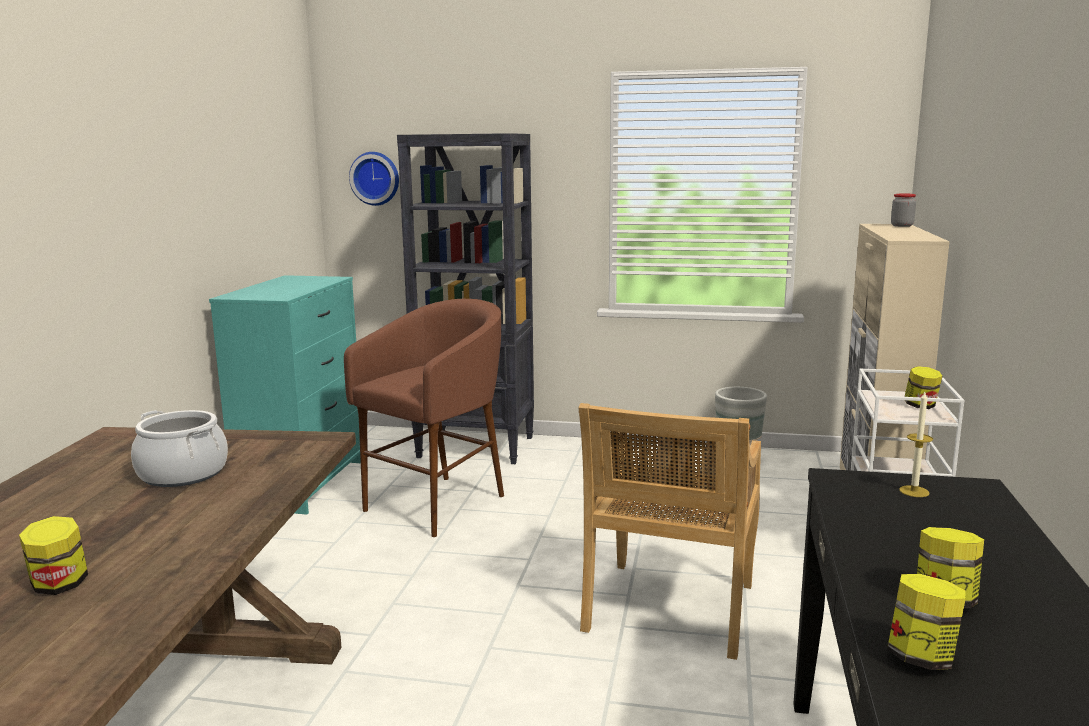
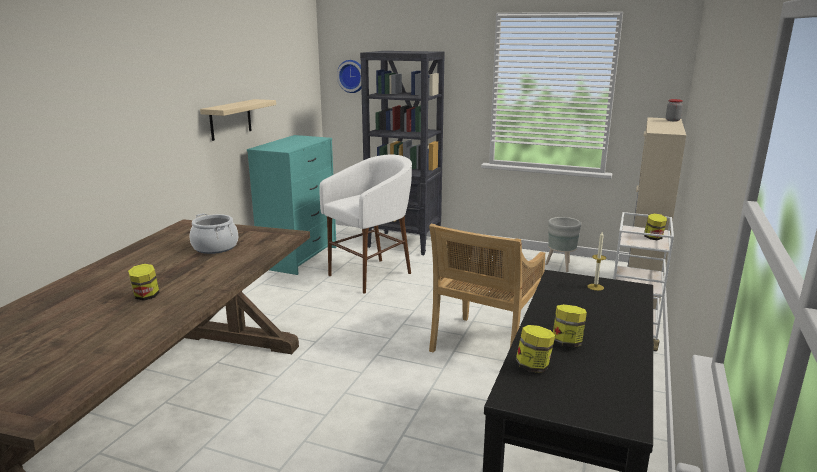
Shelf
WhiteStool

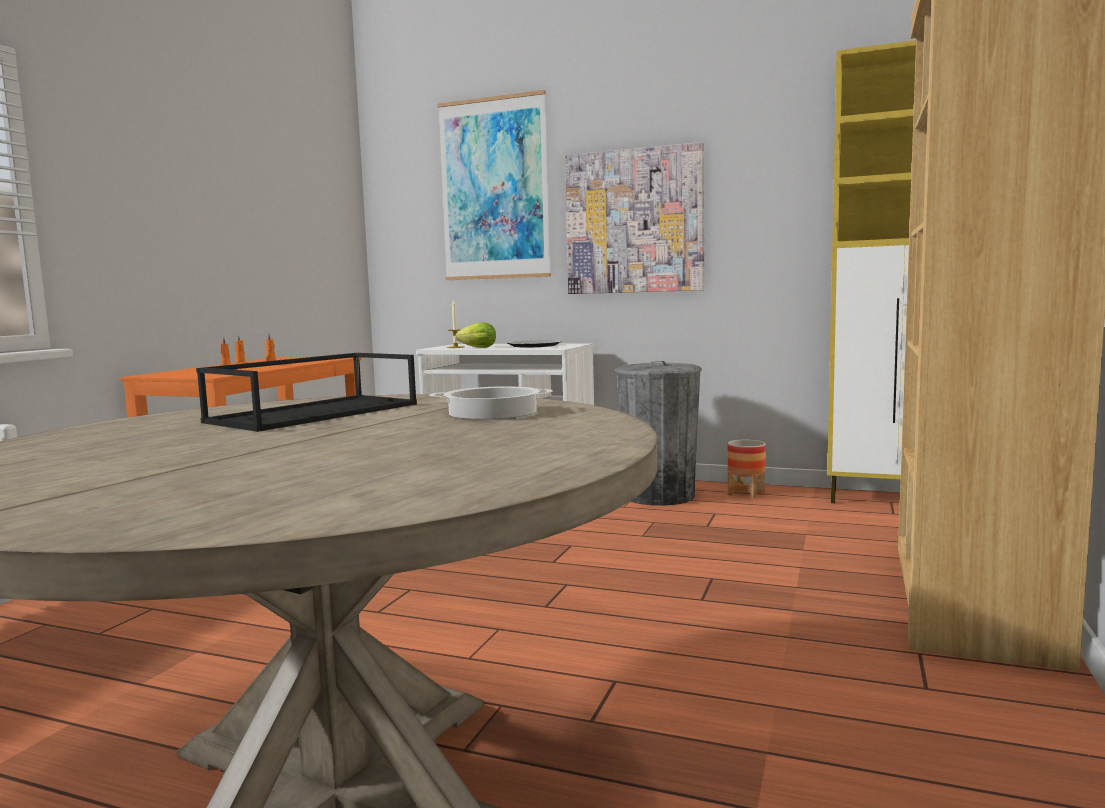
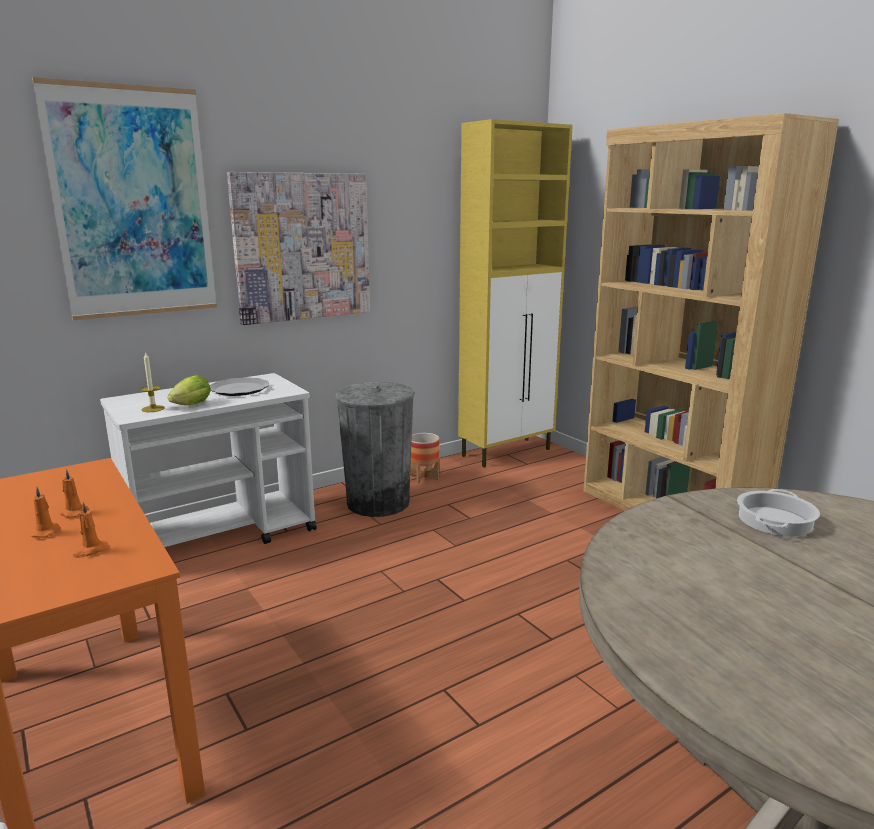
BlackTray

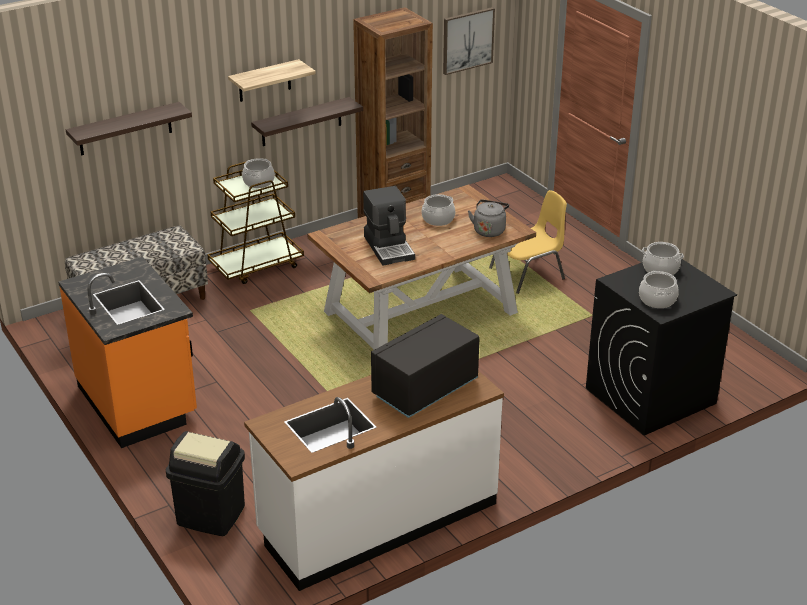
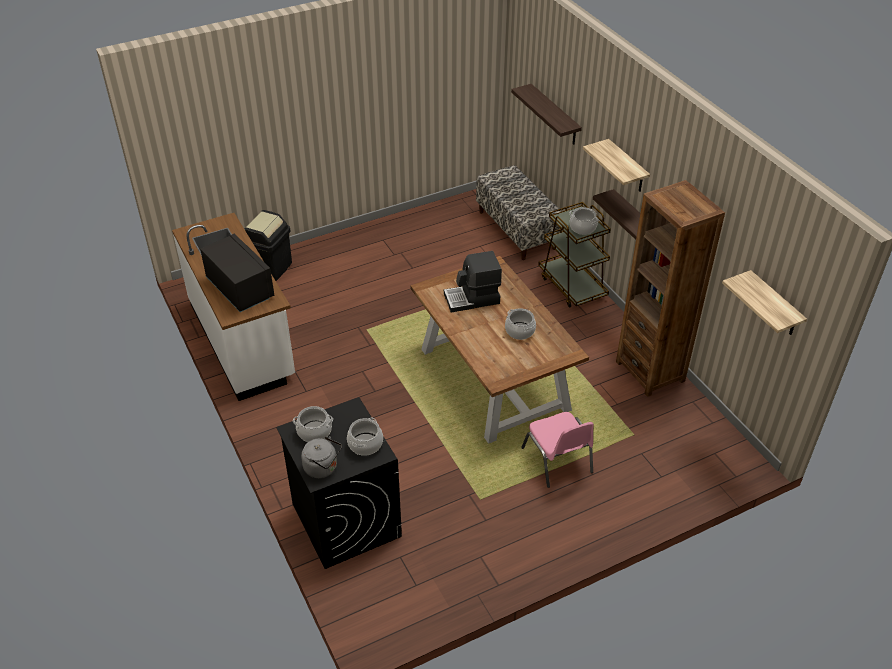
OrangeCounter
GreyKettle
Shelf (no. 4 from left)
PinkChair

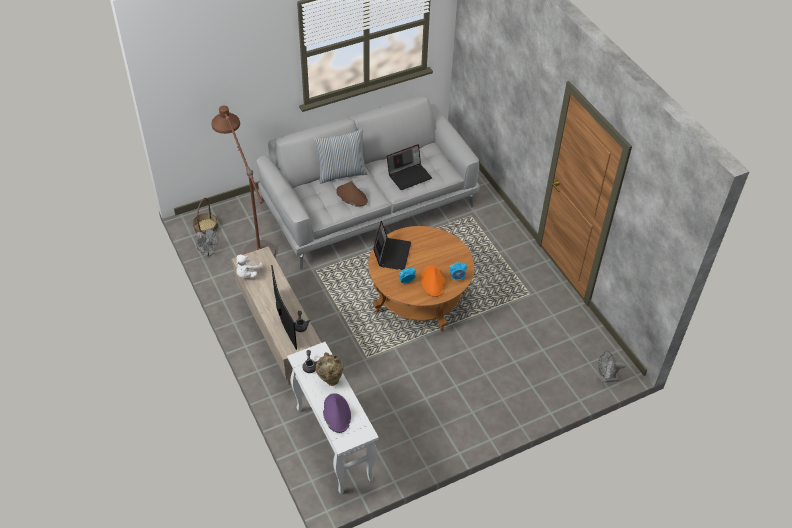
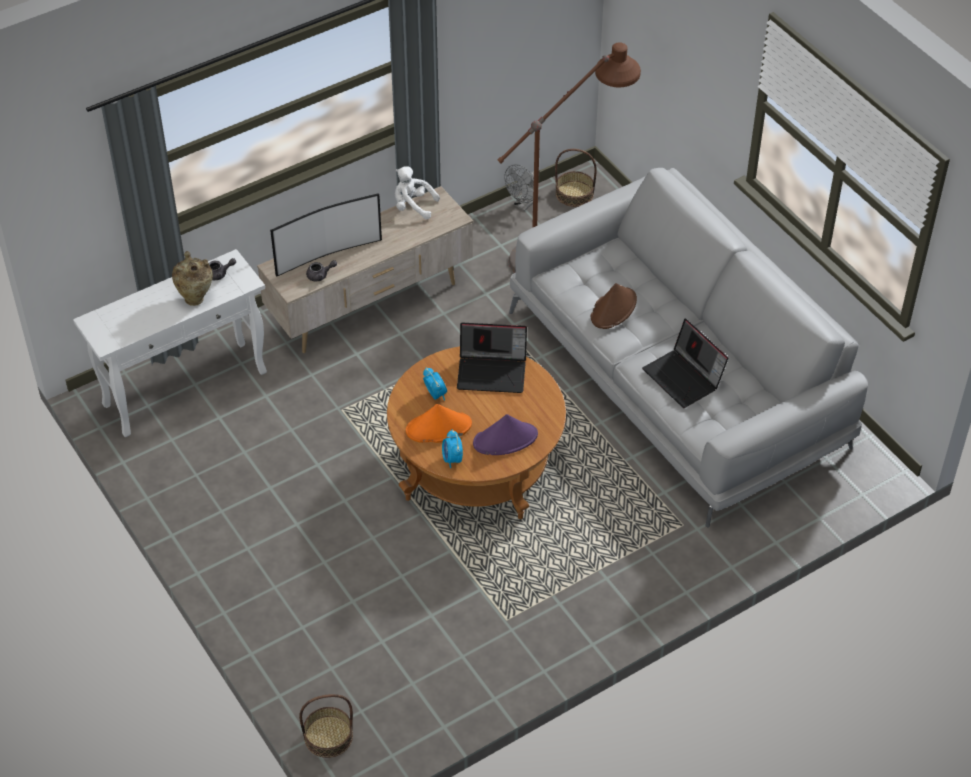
Pillow
PurpleHat
Basket (no. 1 from left)

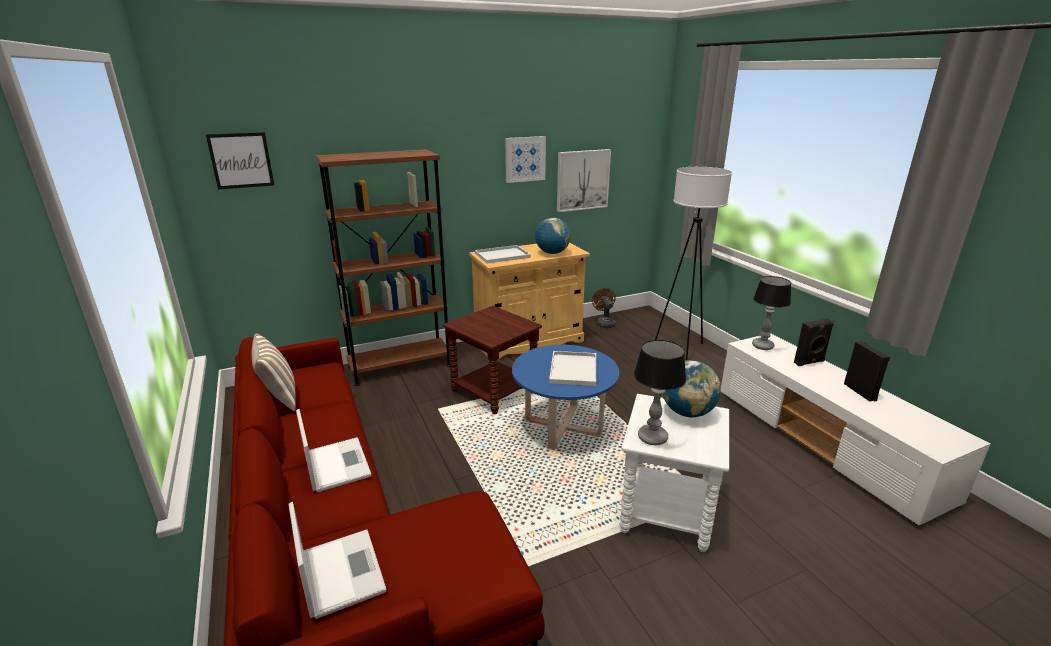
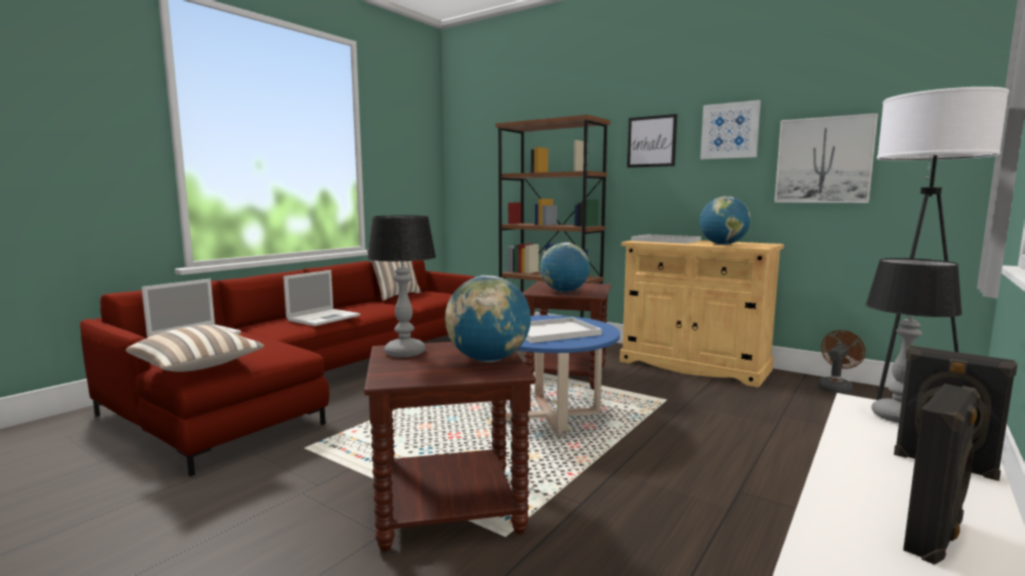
Pillow (no. 1 from left)
Globe (no. 2 from left)
Picture (no. 1 from left)
BrownSideTable (no. 1 from left)

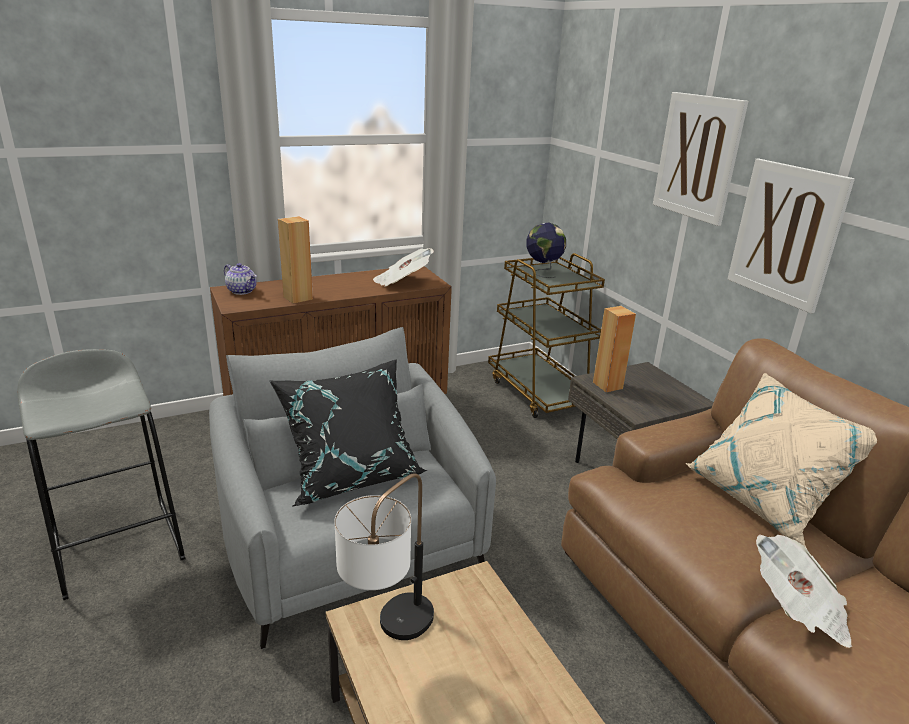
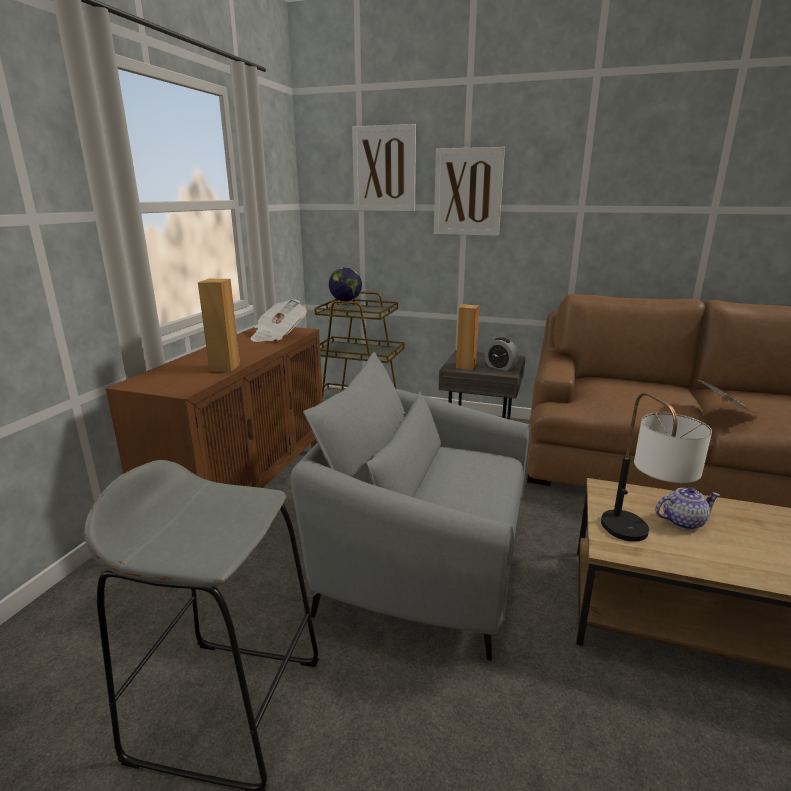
BlackPillow
BeigePillow
AlarmClock
Teapot
Picture (no. 1 from left)

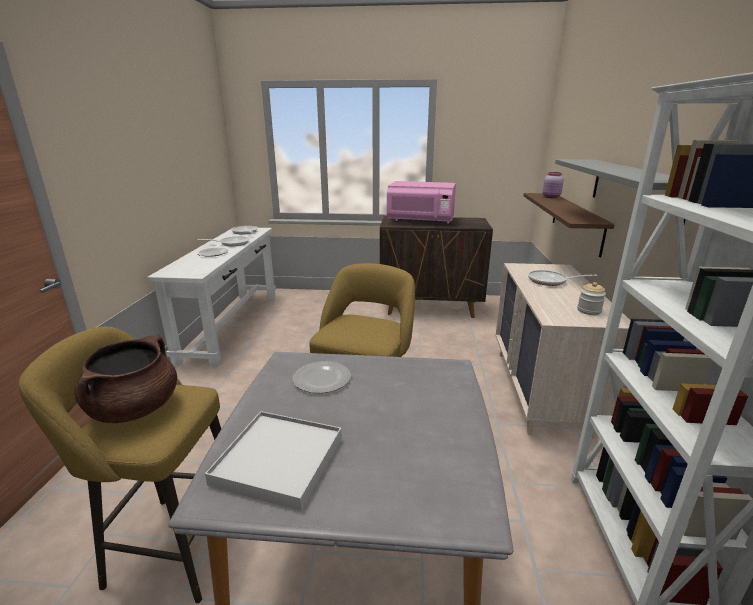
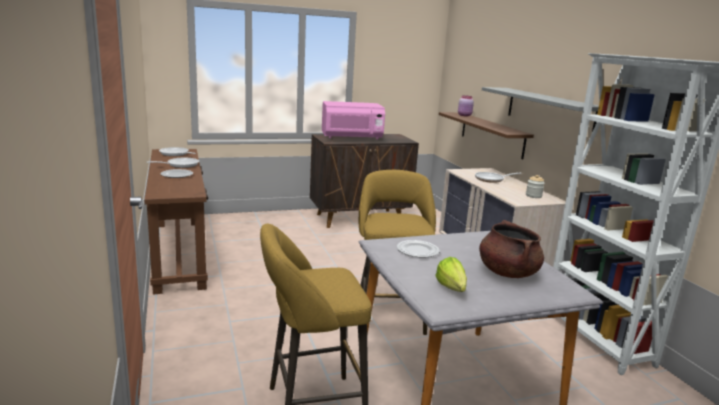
BrownCookingPot
Lettuce
BrownConsoleTable

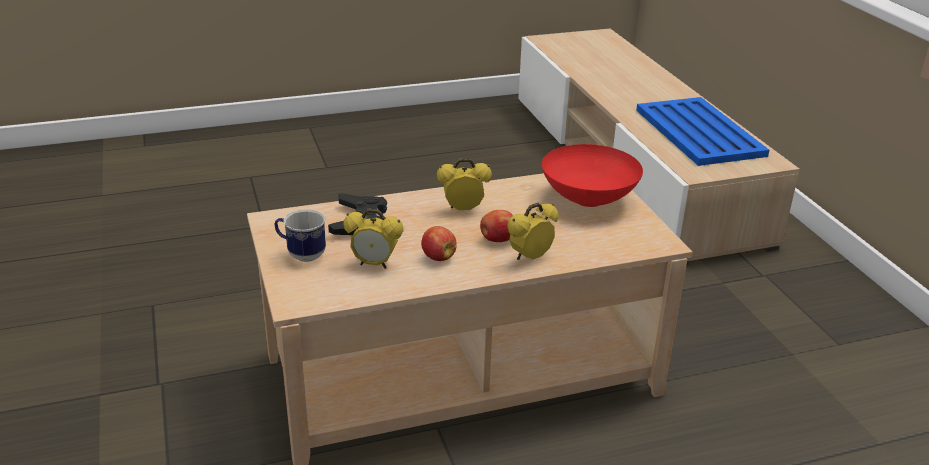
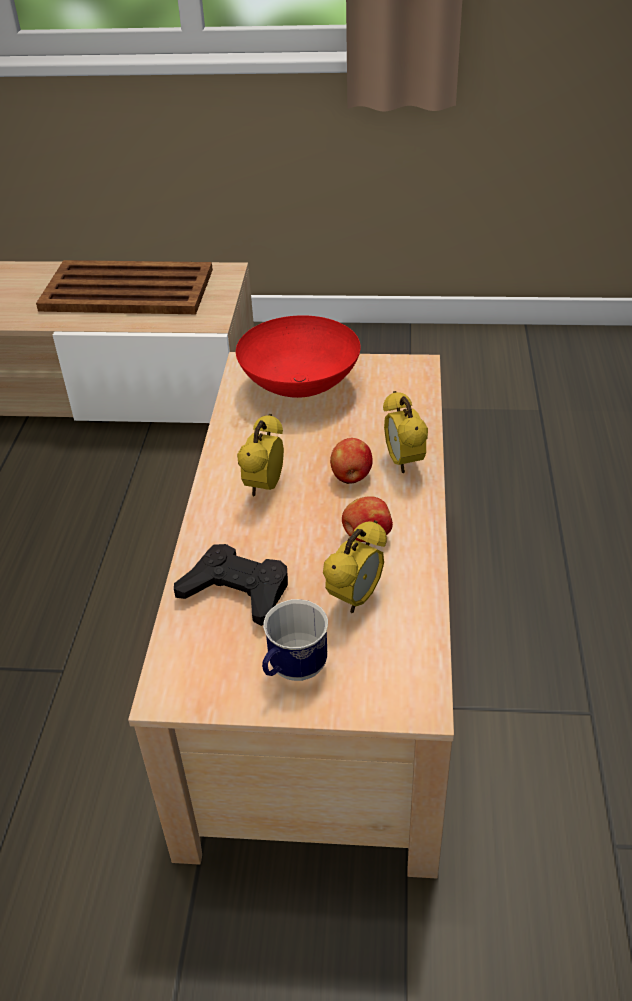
BrownTray

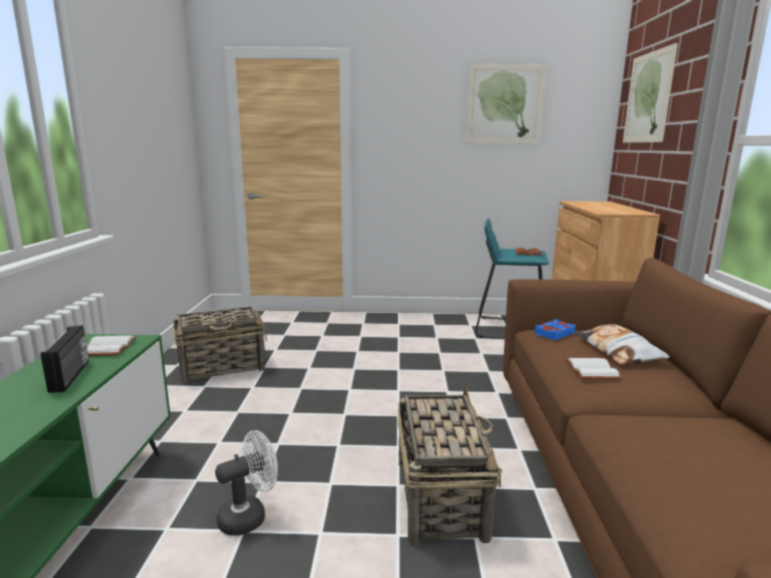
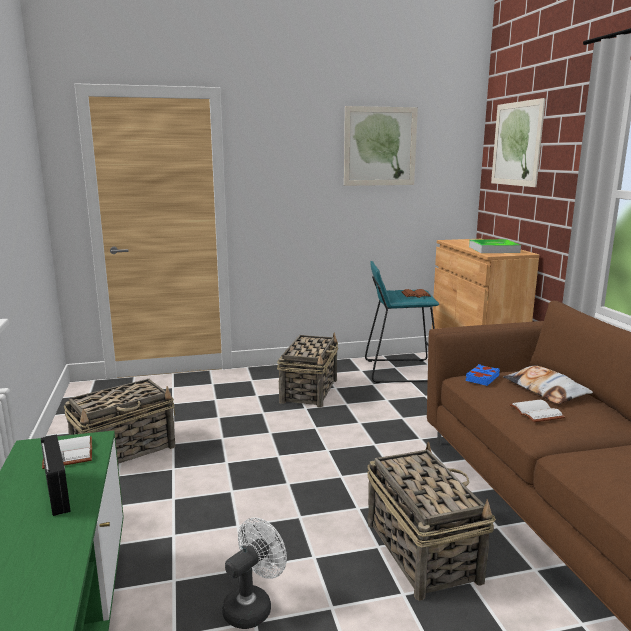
Basket (no. 2 from left)
Tray

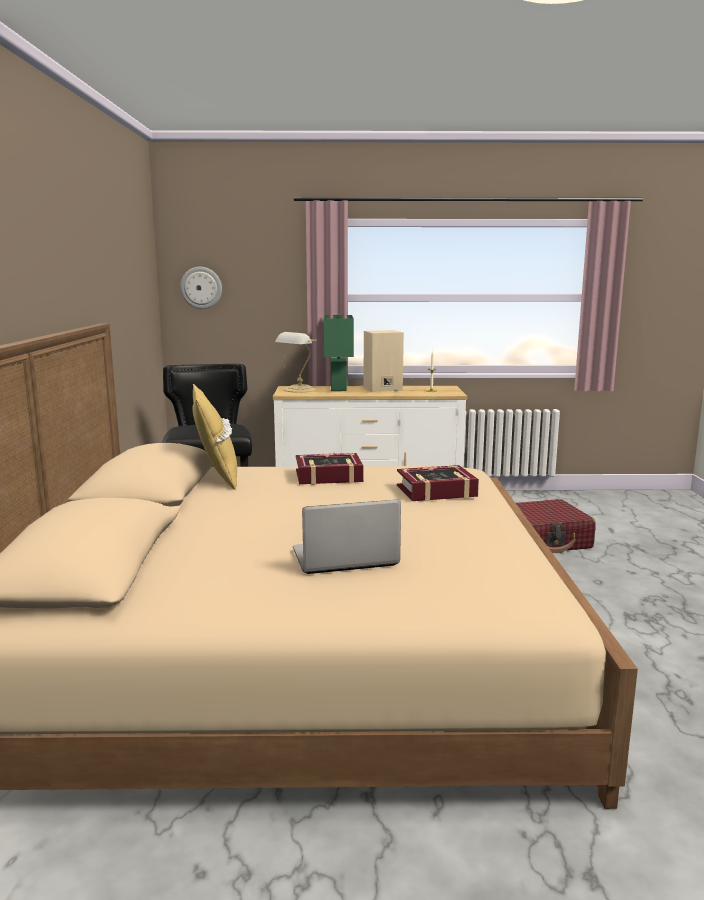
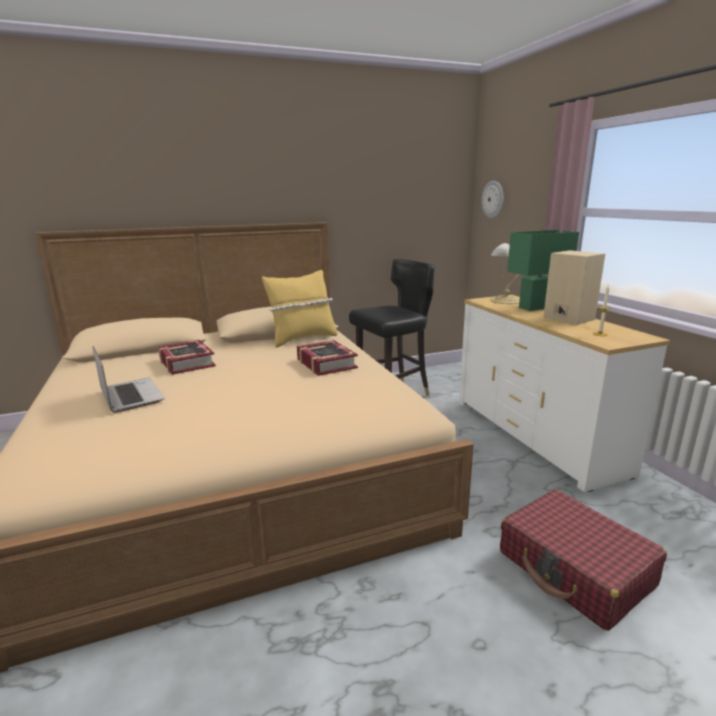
Book (no. 1 from left)

